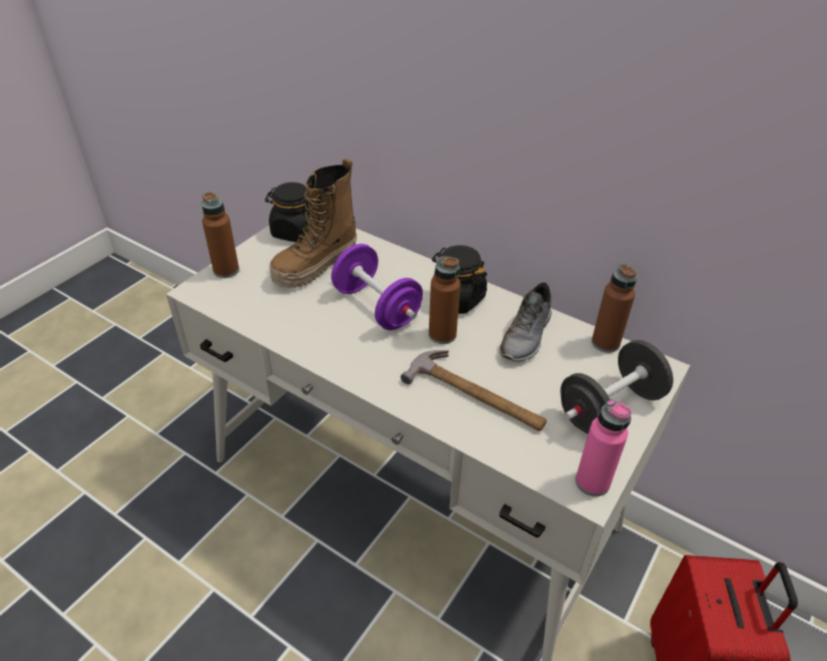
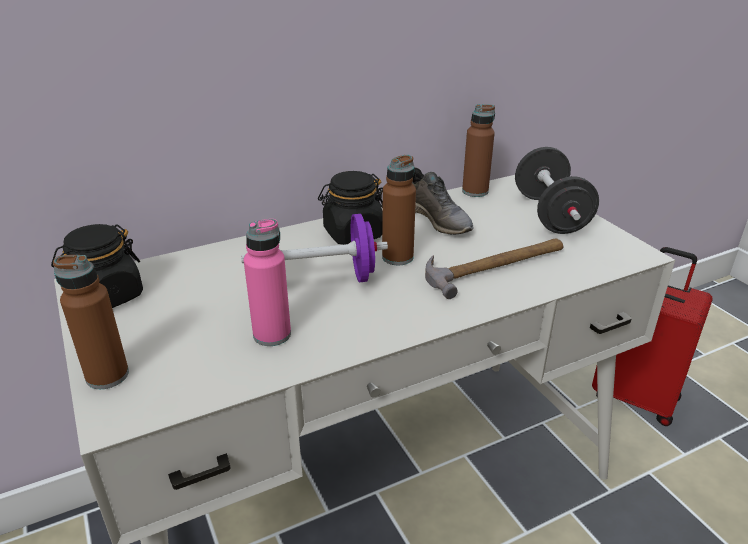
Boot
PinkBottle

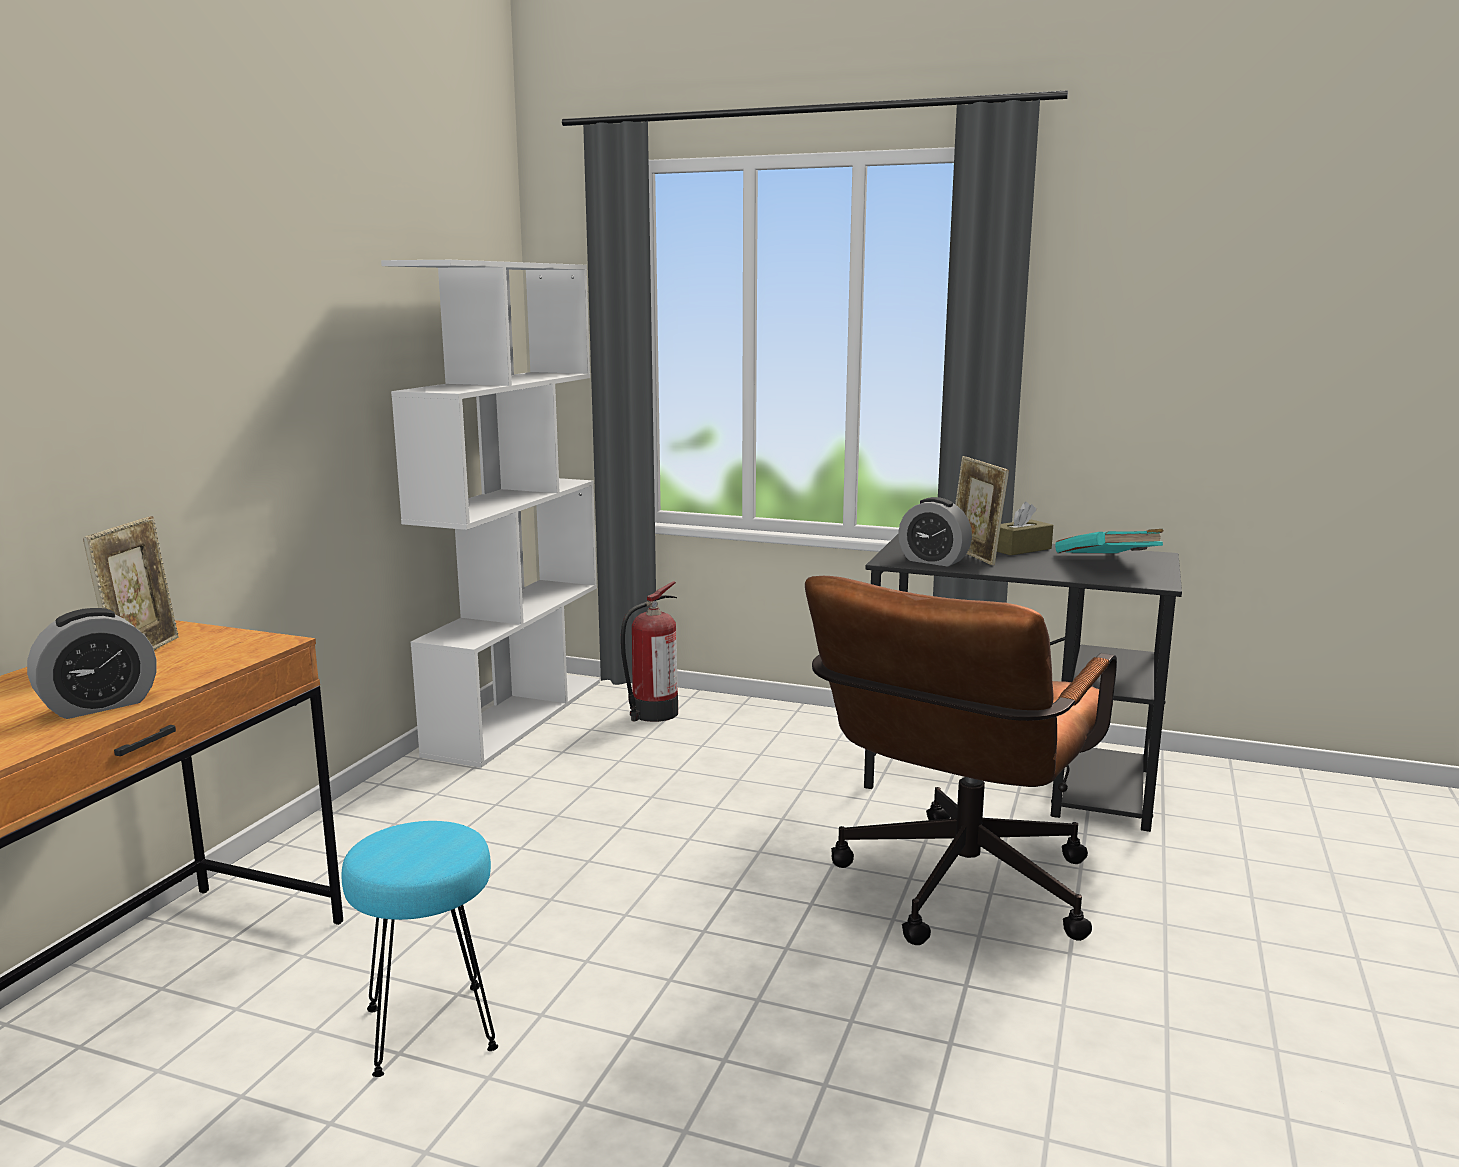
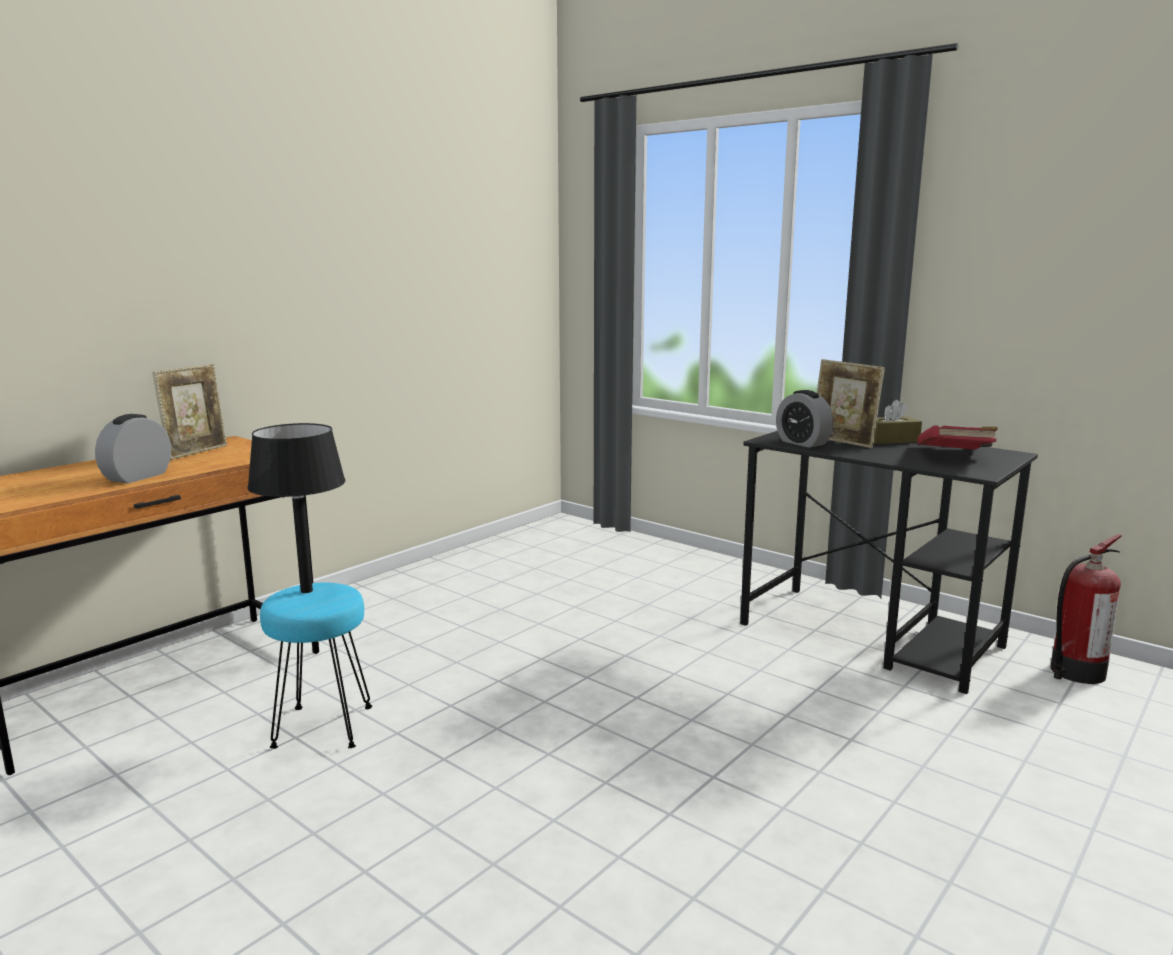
WhiteBookcase
BrownOfficeChair
BlackTableLamp
FireExtinguisher
RedBook
AlarmClock (no. 1 from left)
PictureFrame (no. 2 from left)

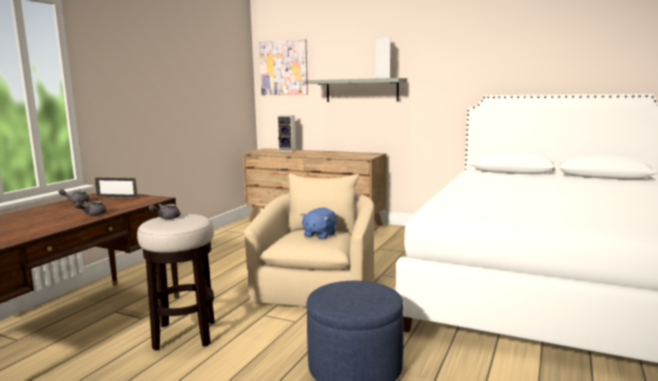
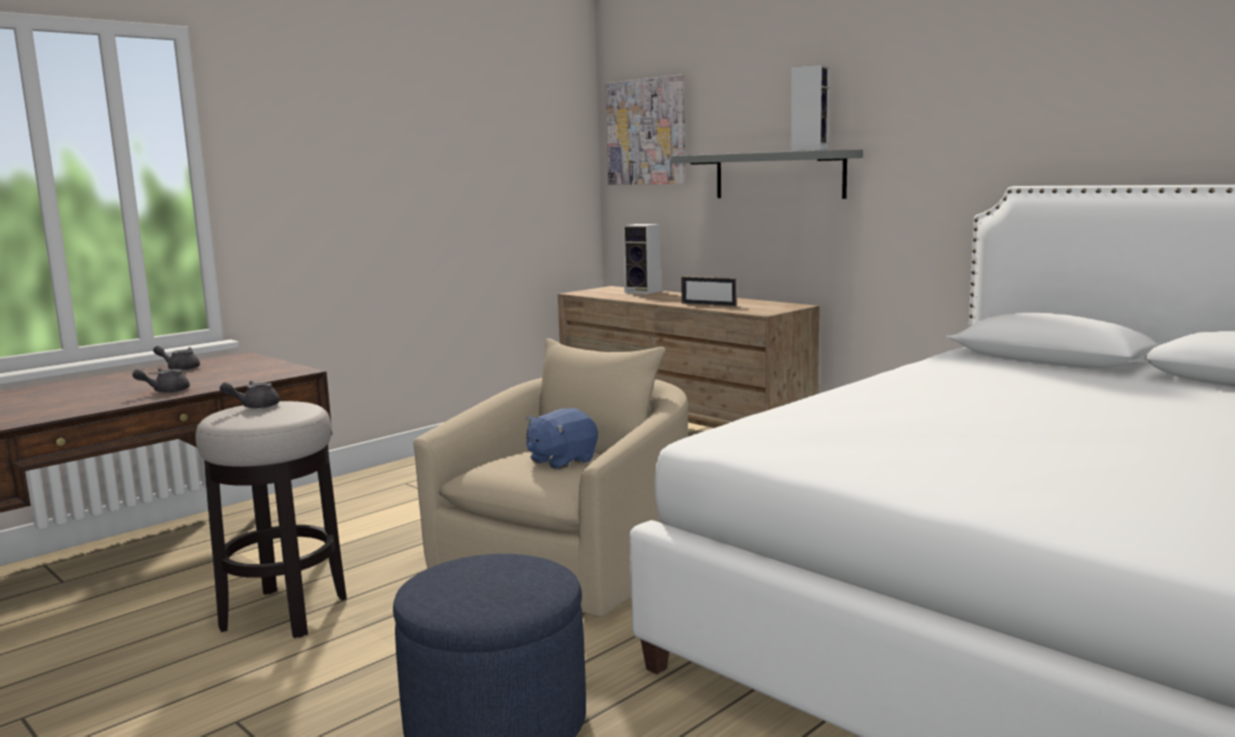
PictureFrame

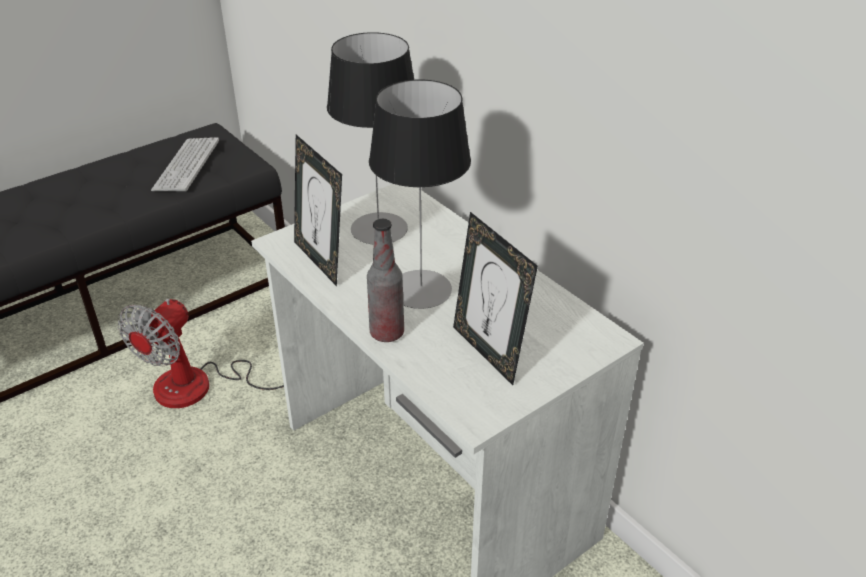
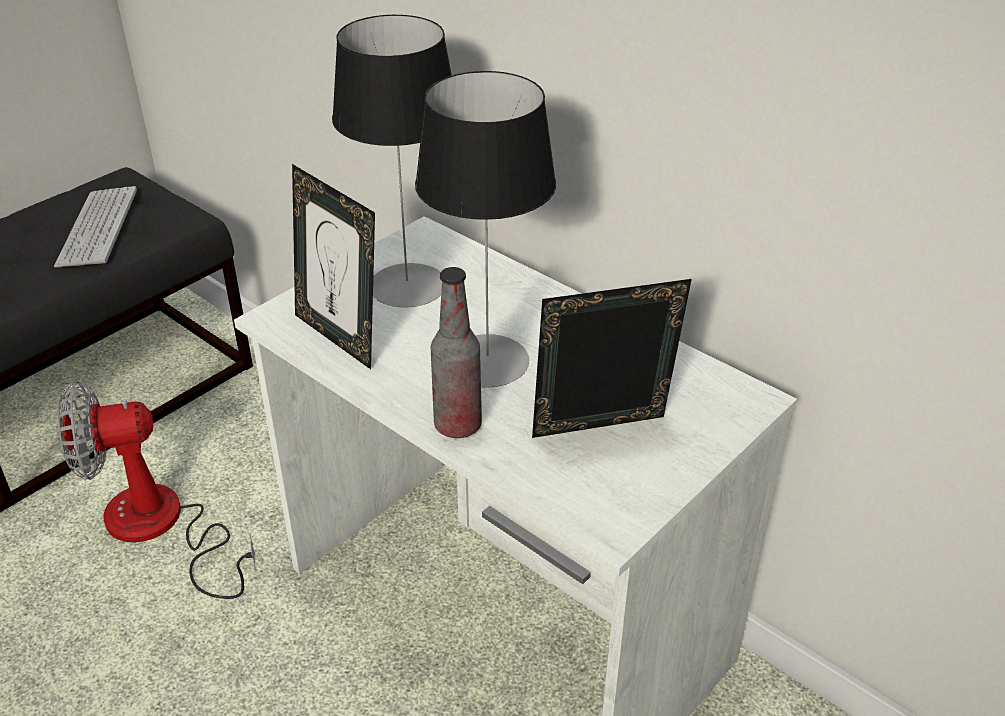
Fan
PictureFrame (no. 2 from left)

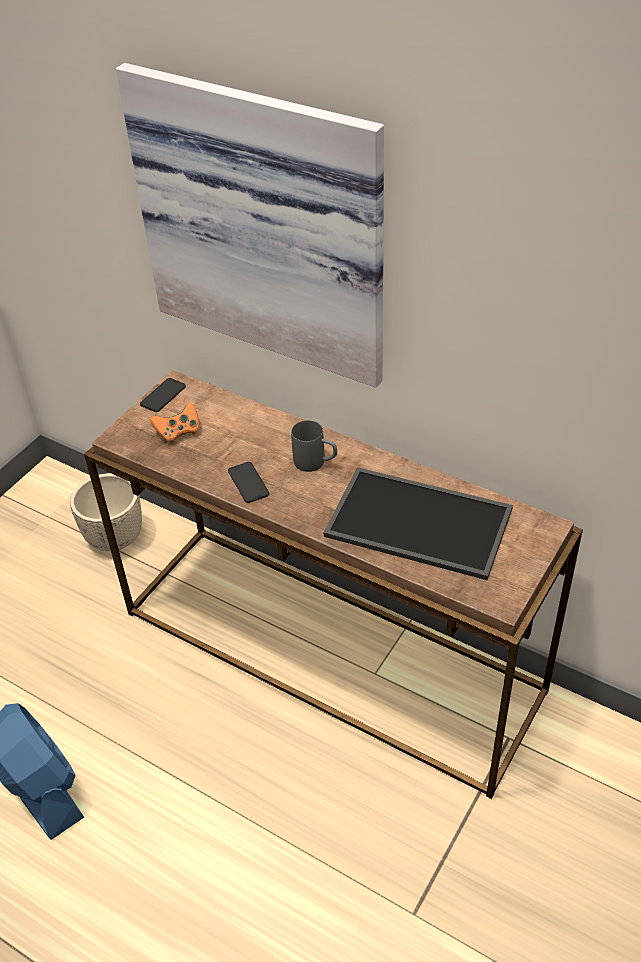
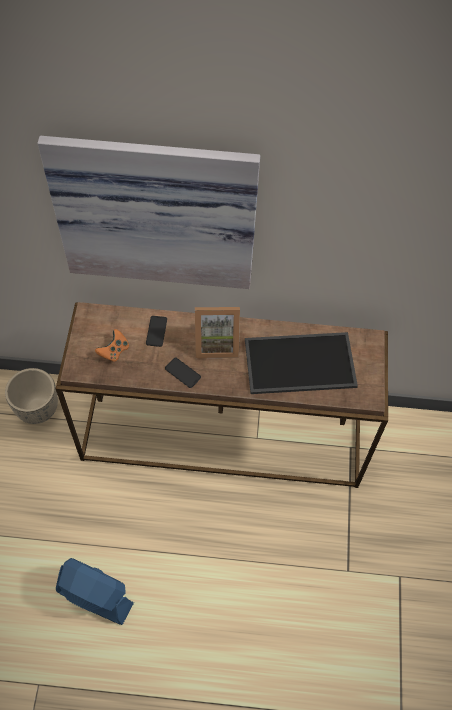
Phone (no. 1 from left)
PictureFrame

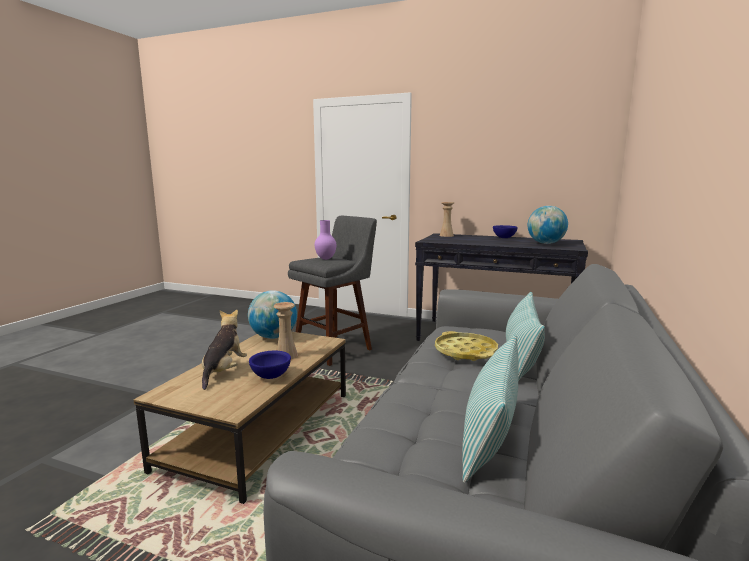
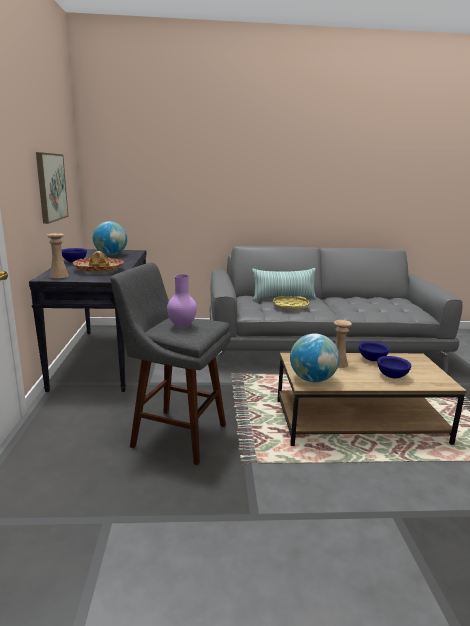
Pillow (no. 1 from left in the first image)
Picture
Hat
BlueBowl (no. 3 from left)

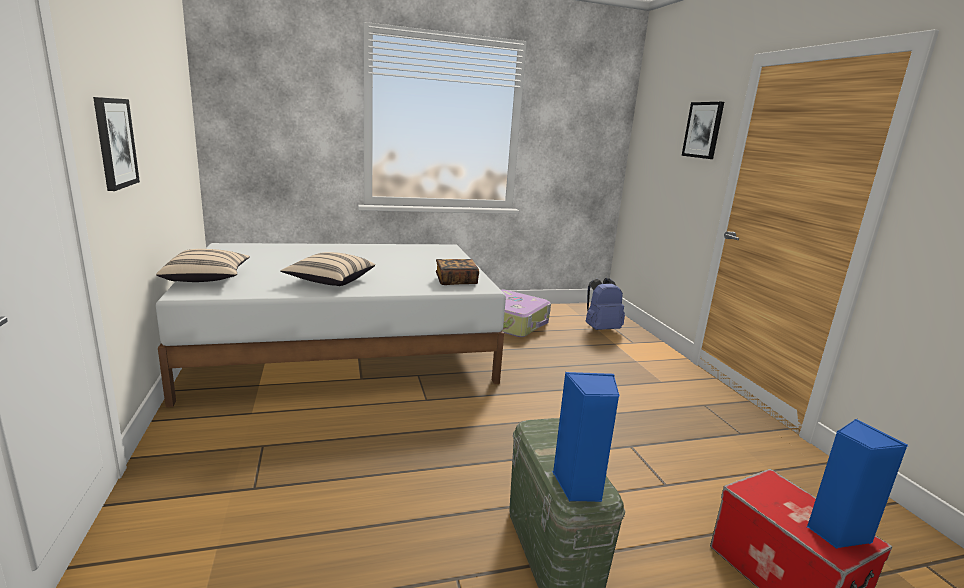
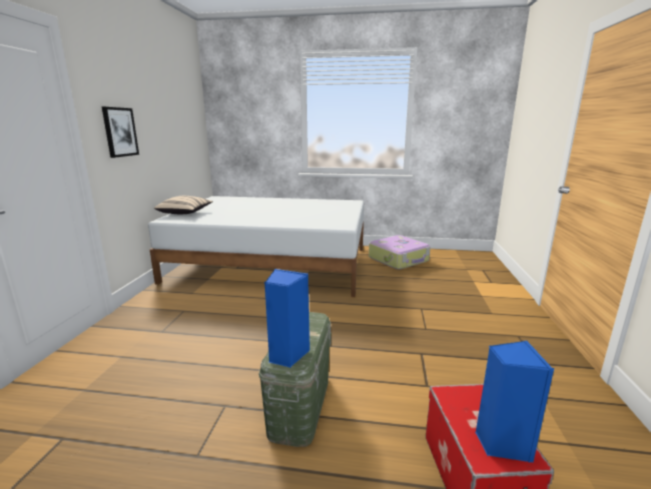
BeigePillow (no. 2 from left in the first image)
Book
BlueBackpack
Picture (no. 2 from left in the first image)

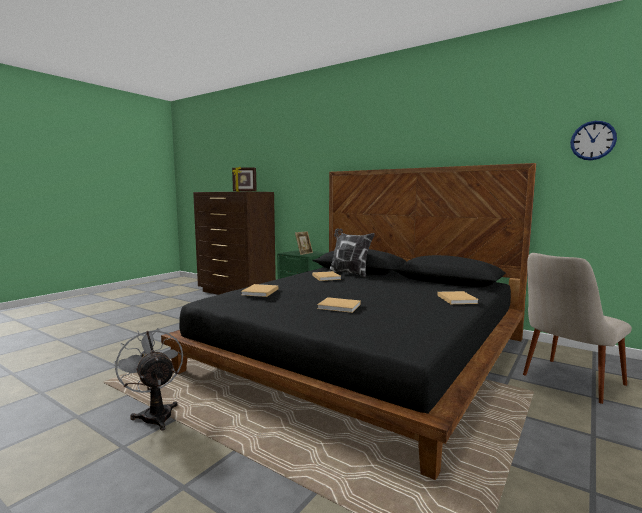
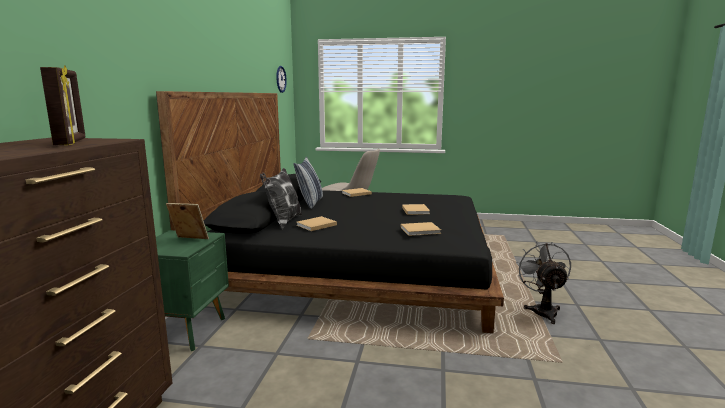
Pillow (no. 2 from left)
GreyFan

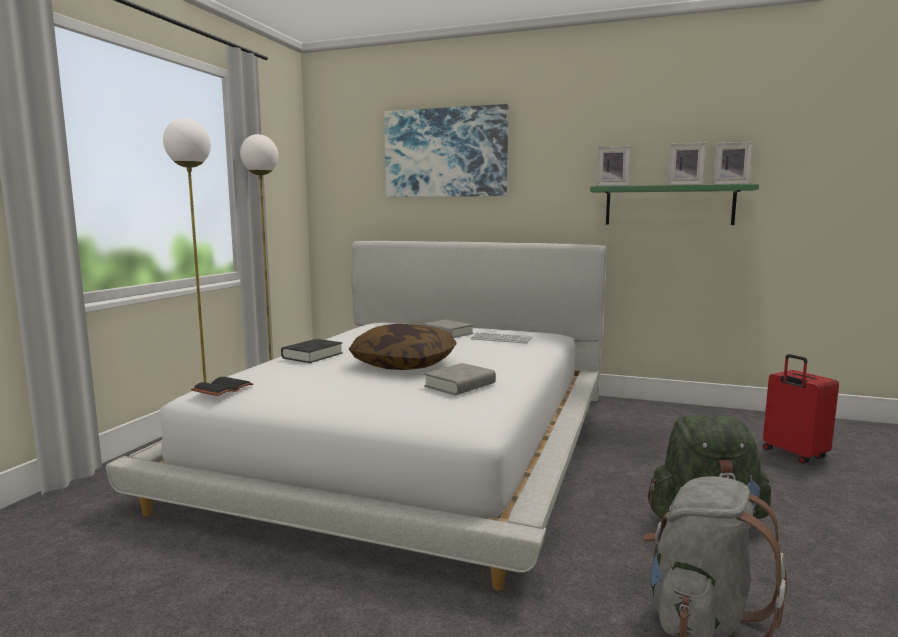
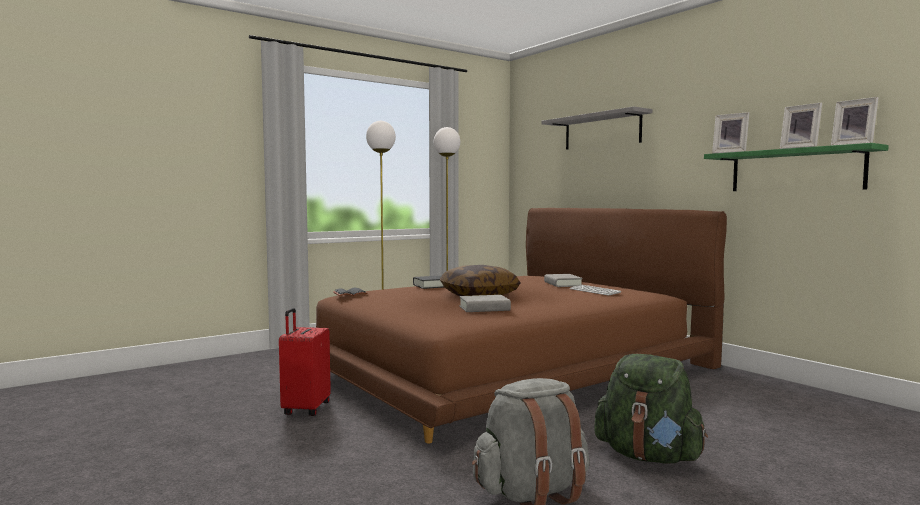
RedSuitcase
GreyShelf
BrownBed

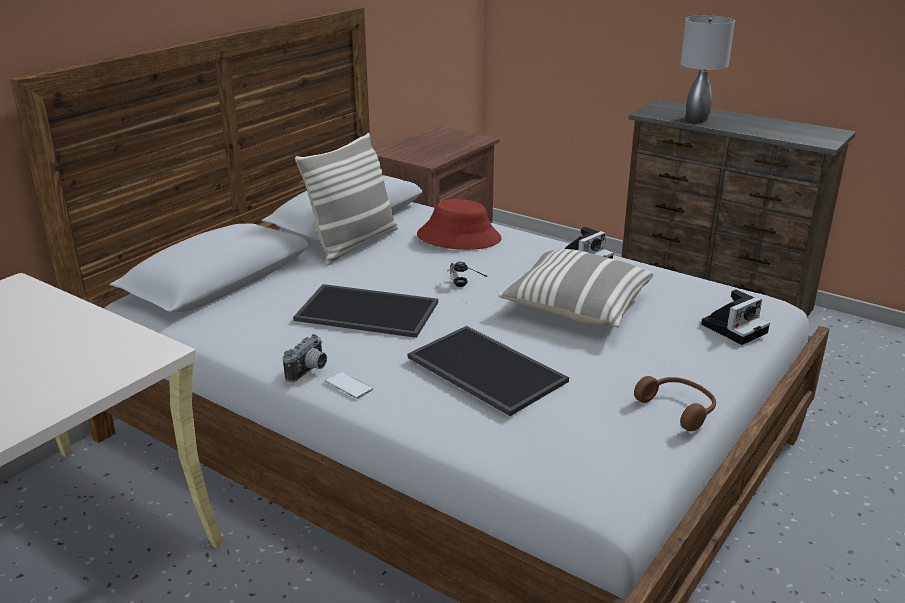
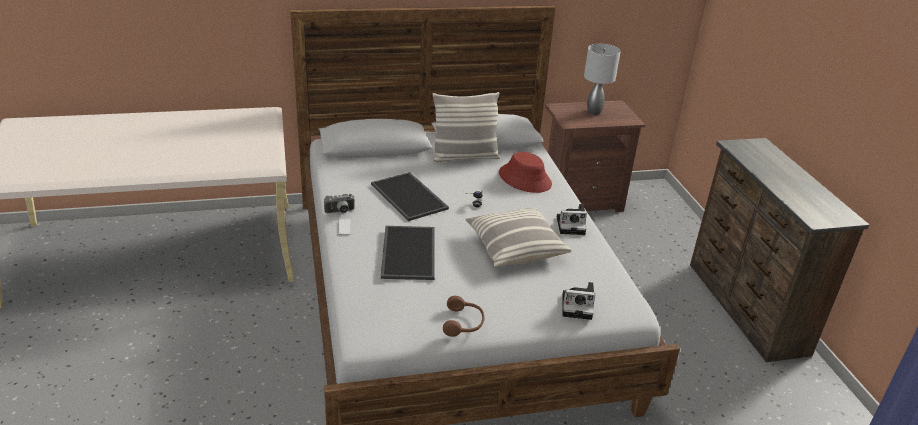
GreyTableLamp

